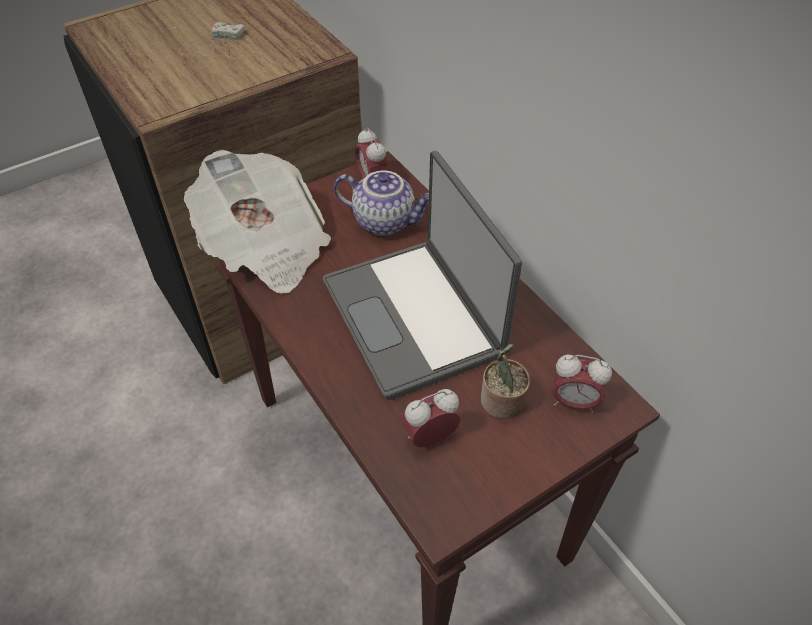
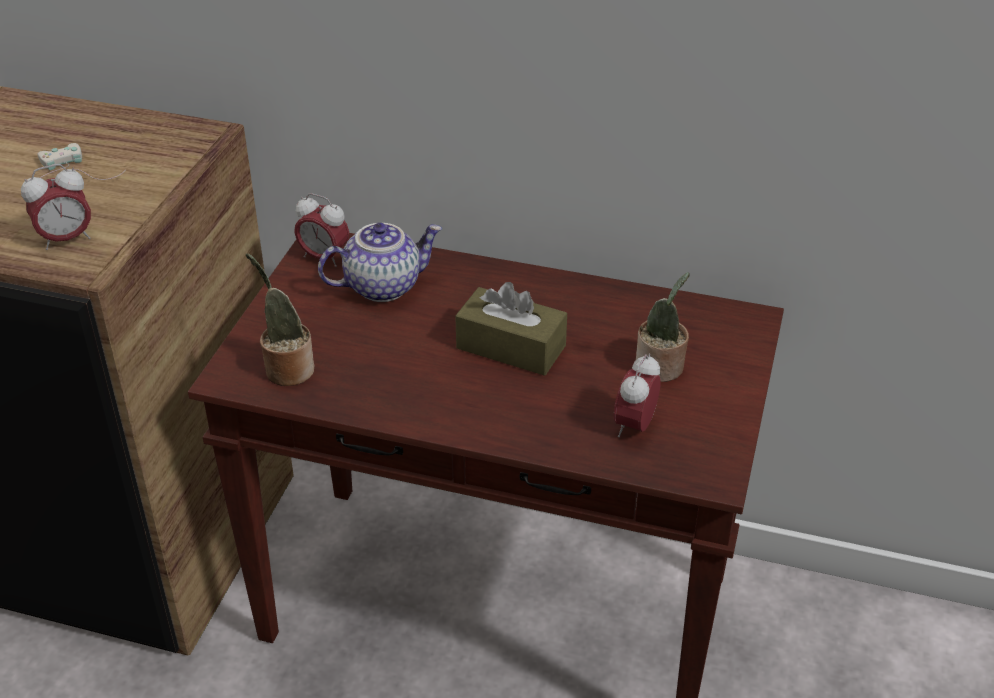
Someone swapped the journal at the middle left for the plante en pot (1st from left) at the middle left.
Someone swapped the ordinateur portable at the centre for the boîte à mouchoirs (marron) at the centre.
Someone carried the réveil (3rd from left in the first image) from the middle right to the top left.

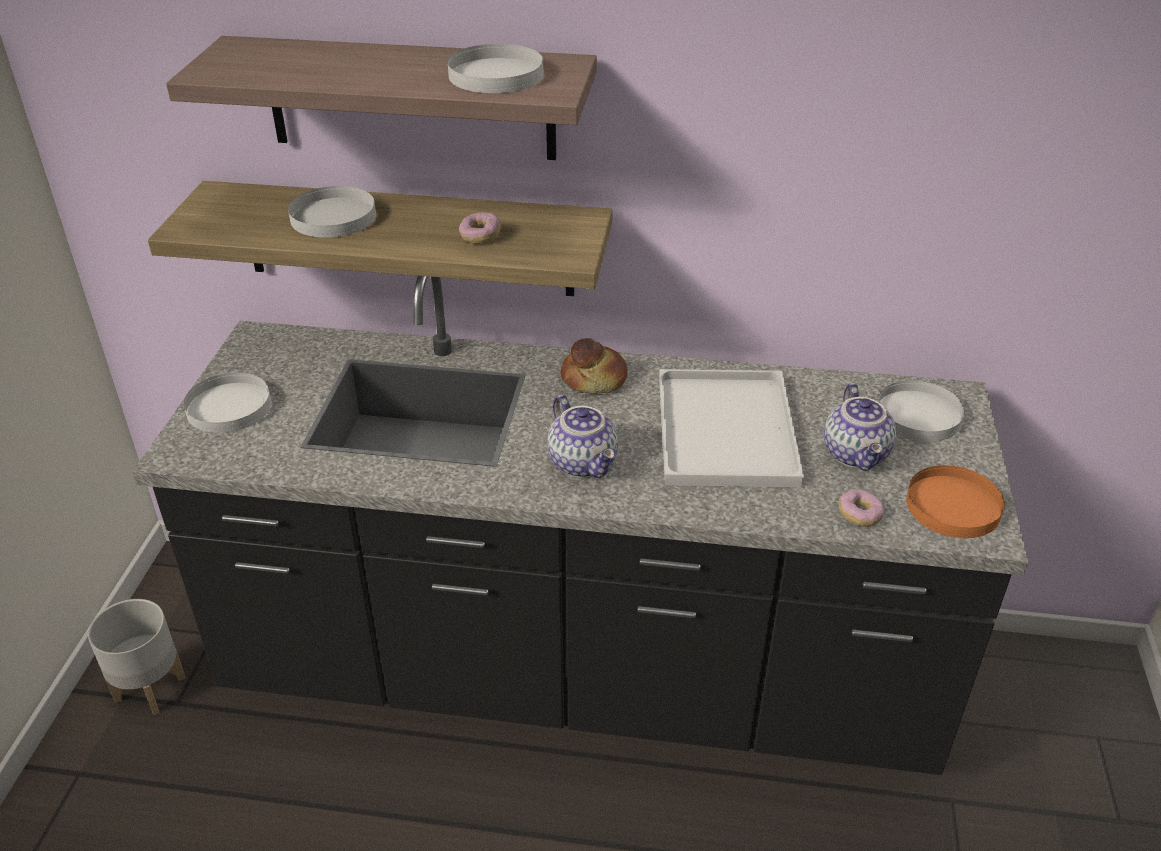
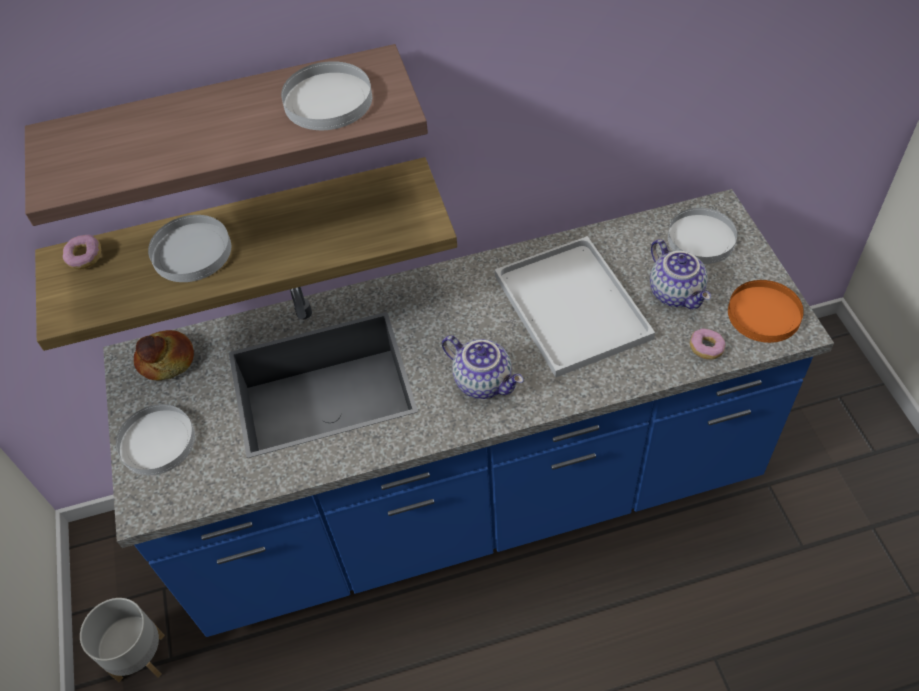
Someone carried the beignet (1st from left) from the top centre to the middle left.
Someone repainted the comptoir de cuisine (noir) at the centre, which became the comptoir de cuisine (bleu) at the centre.
Someone carried the pain from the centre to the middle left.

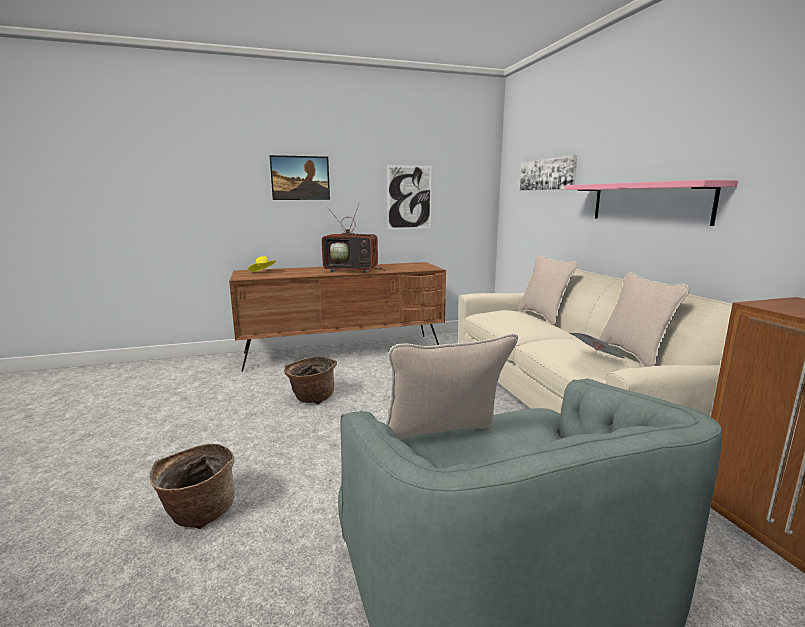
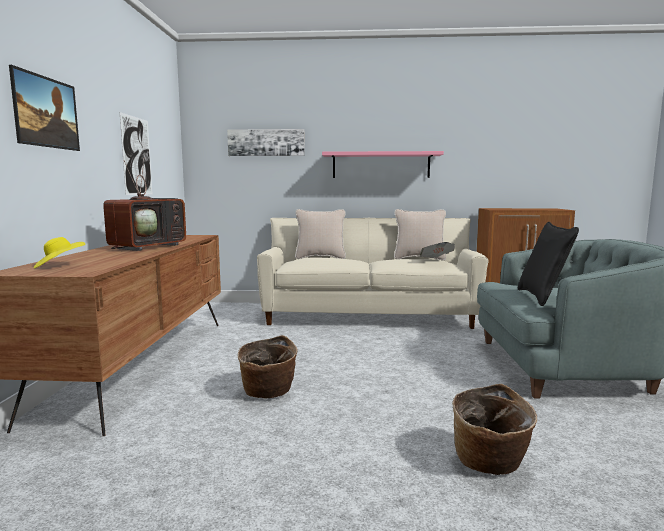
Someone repainted the coussin (beige) (1st from left) at the centre, which became the coussin (noir) at the middle right.

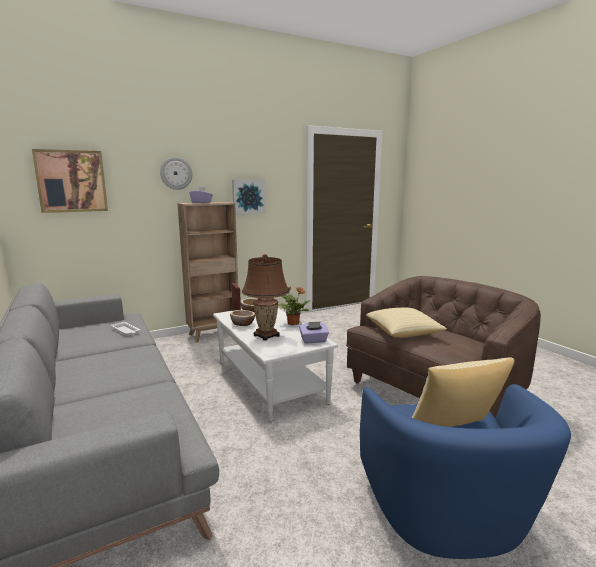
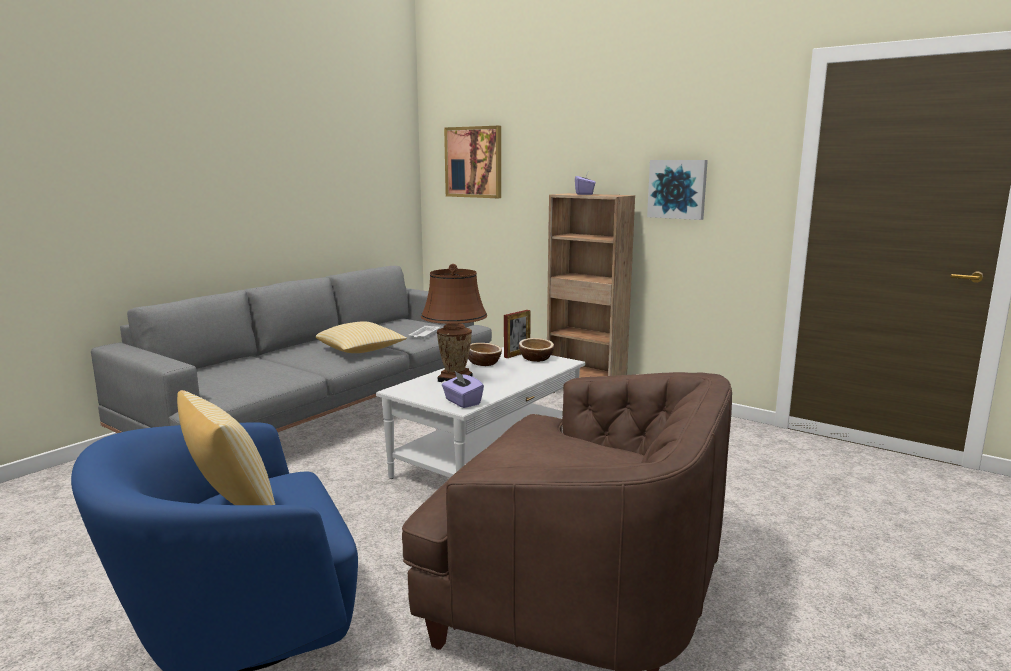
Someone took away the horloge murale at the top left.
Someone took away the plante en pot at the centre.
Someone carried the coussin (1st from left in the first image) from the middle right to the centre.

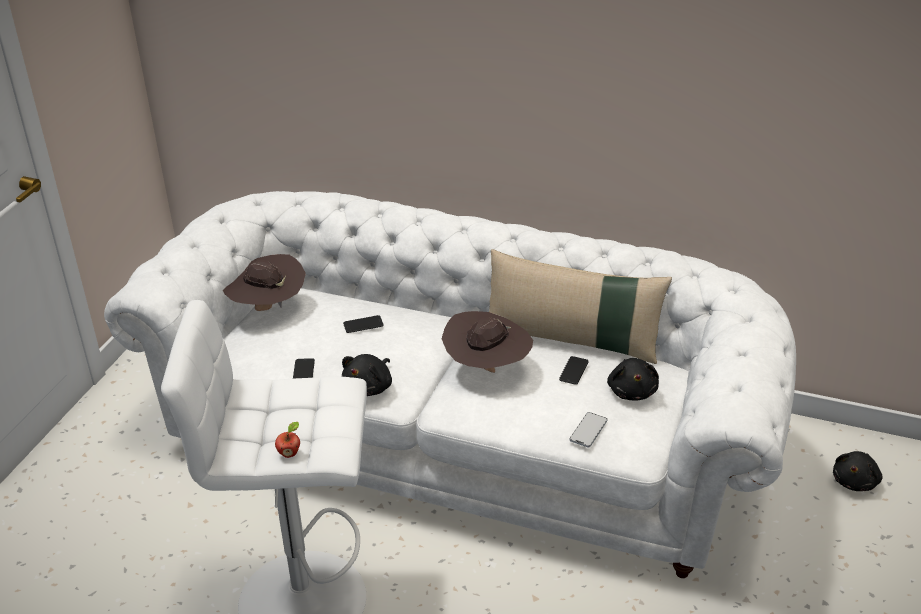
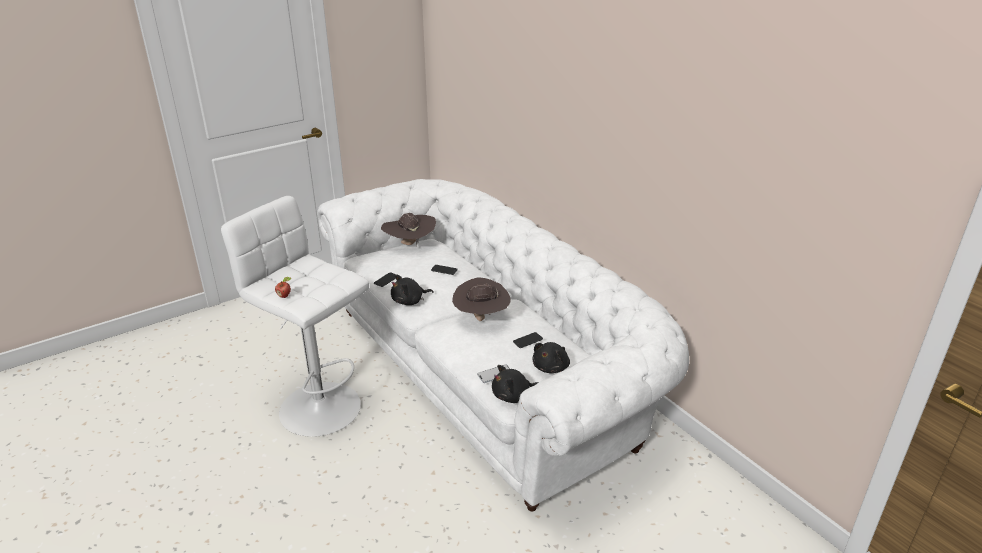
Someone took away the coussin (beige) at the centre.
Someone carried the peluche (noir) (3rd from left in the first image) from the bottom right to the bottom centre.

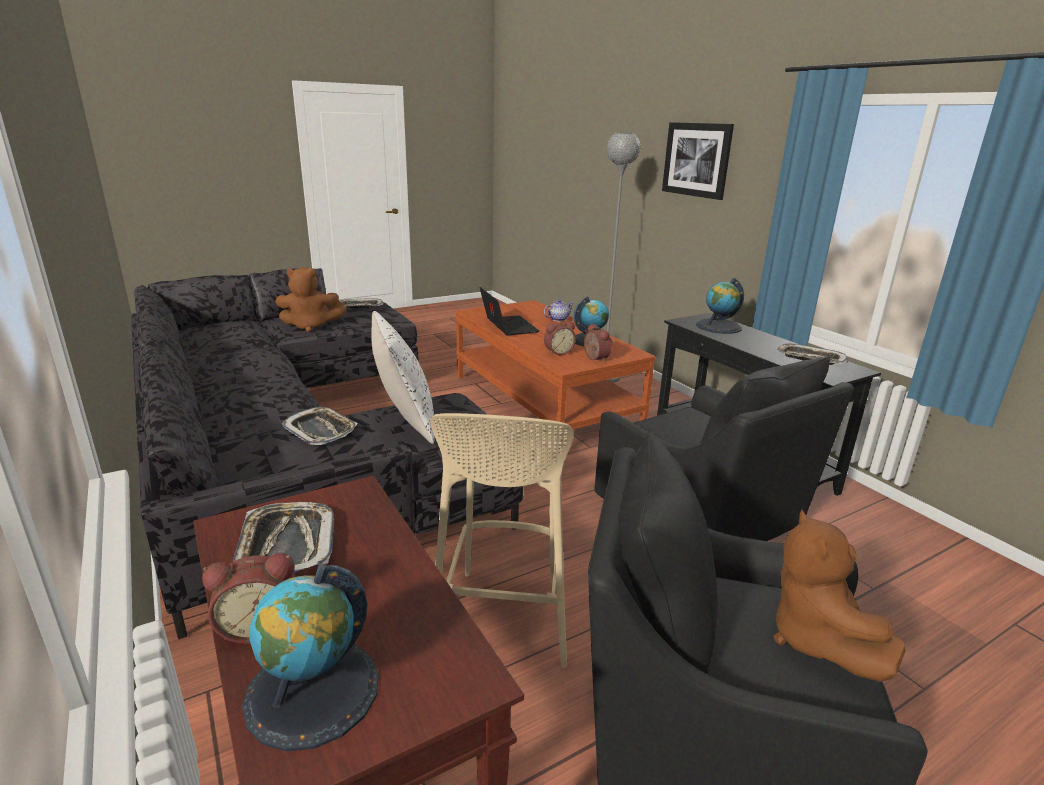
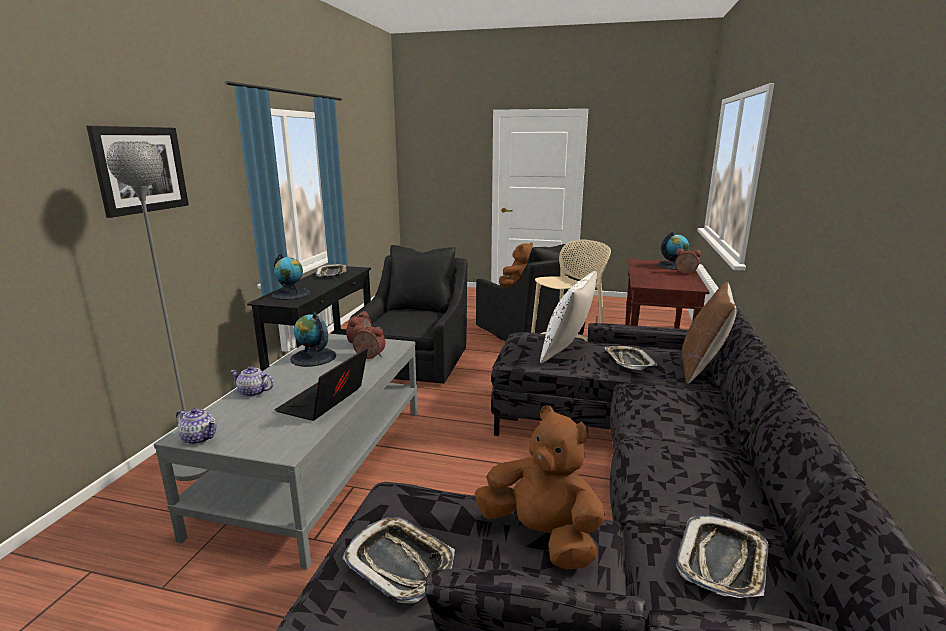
Someone repainted the table basse (marron) at the centre, which became the table basse (gris) at the bottom left.
Someone carried the plateau (1st from left in the first image) from the bottom left to the bottom right.
Someone put down the coussin (marron) at the middle right.
Someone put down the théière (1st from left) at the bottom left.

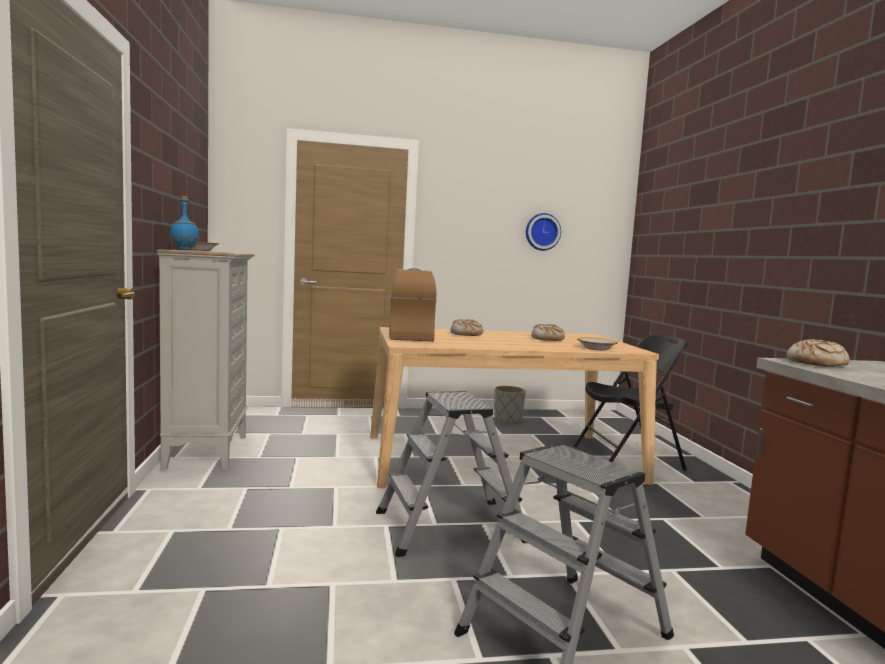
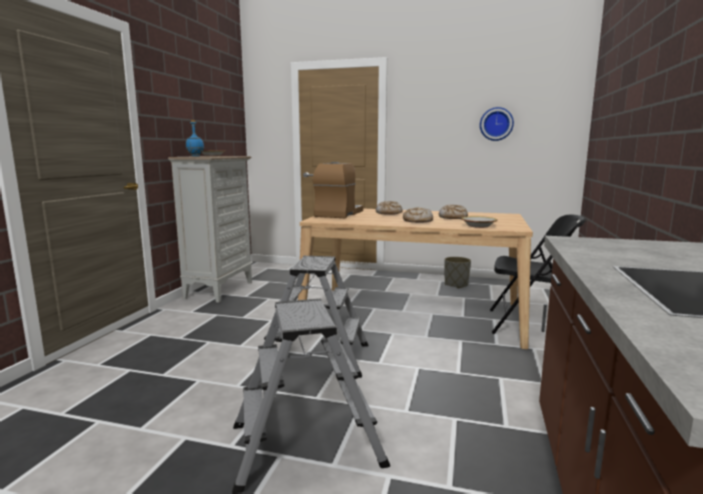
Someone carried the pain (3rd from left in the first image) from the middle right to the centre.

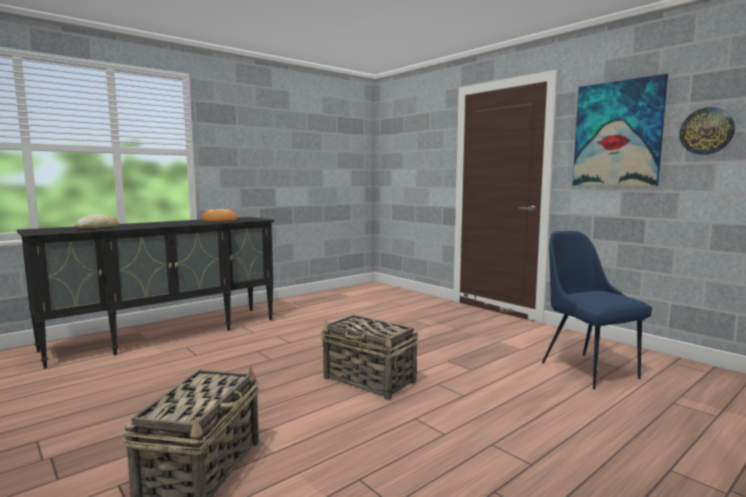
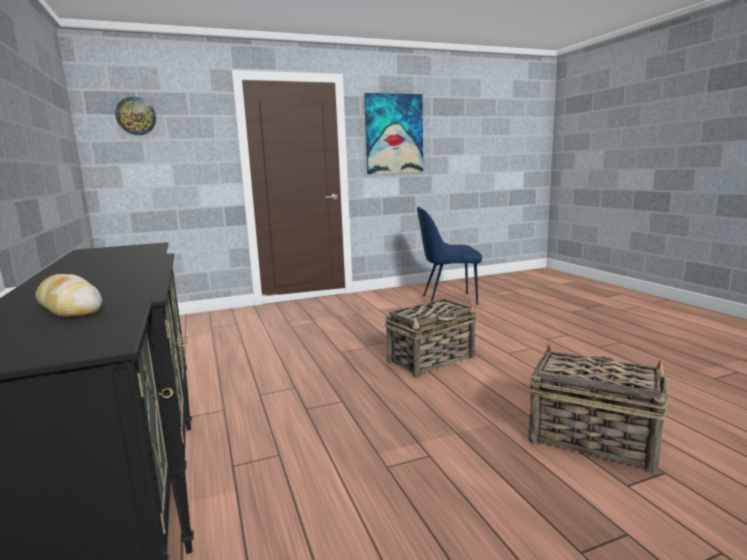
Someone carried the horloge murale from the top right to the top left.
Someone took away the pain (2nd from left) at the middle left.

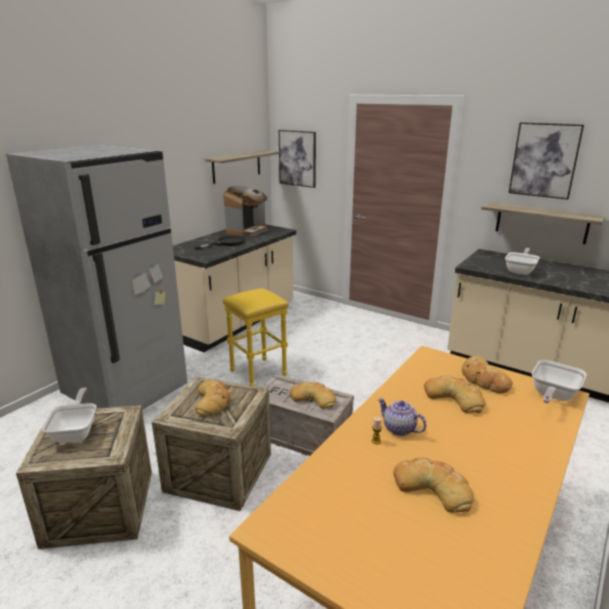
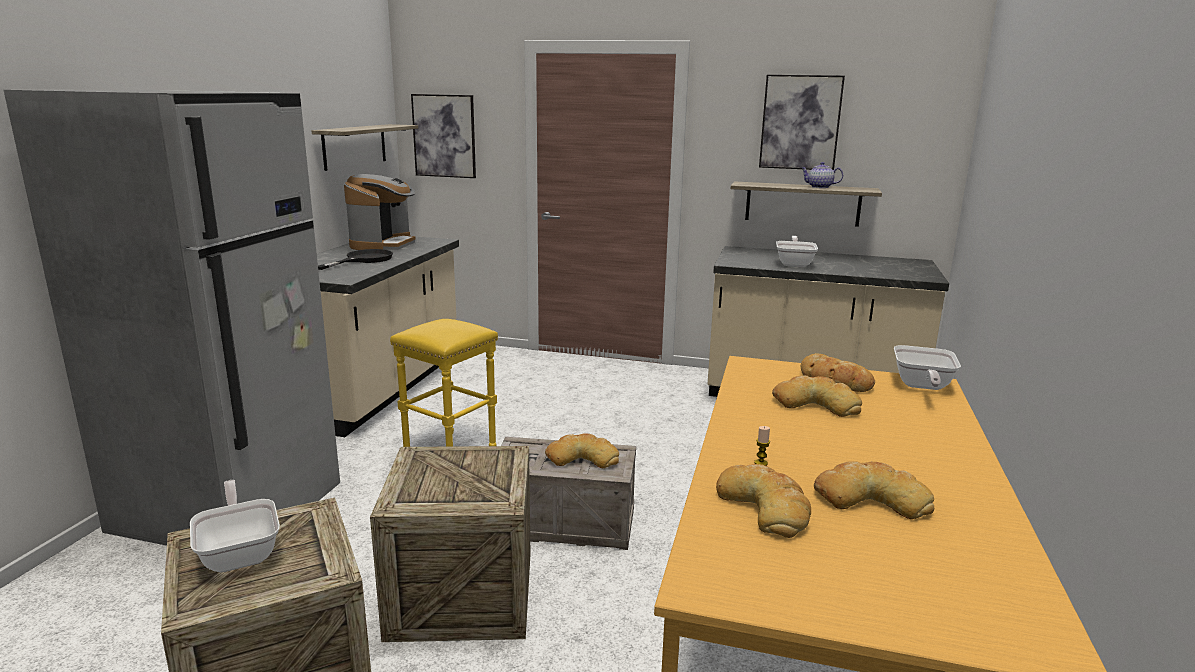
Someone carried the pain (1st from left in the first image) from the centre to the bottom centre.
Someone carried the théière from the bottom centre to the top right.

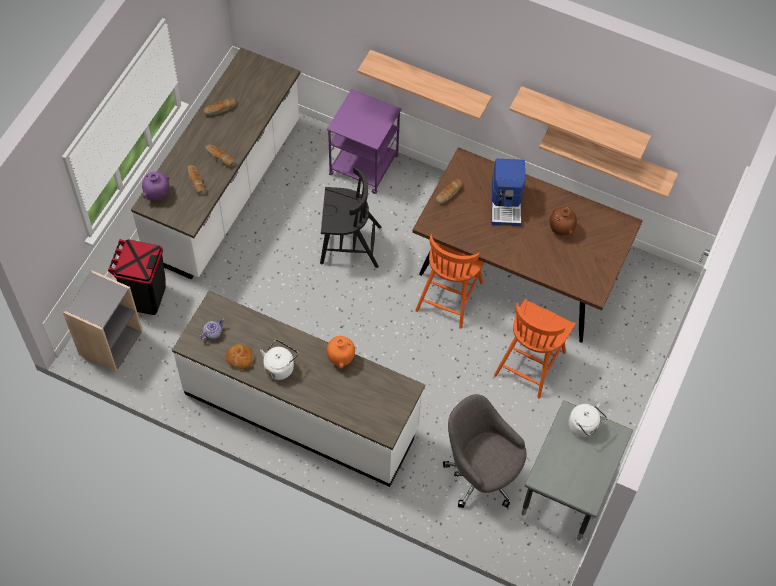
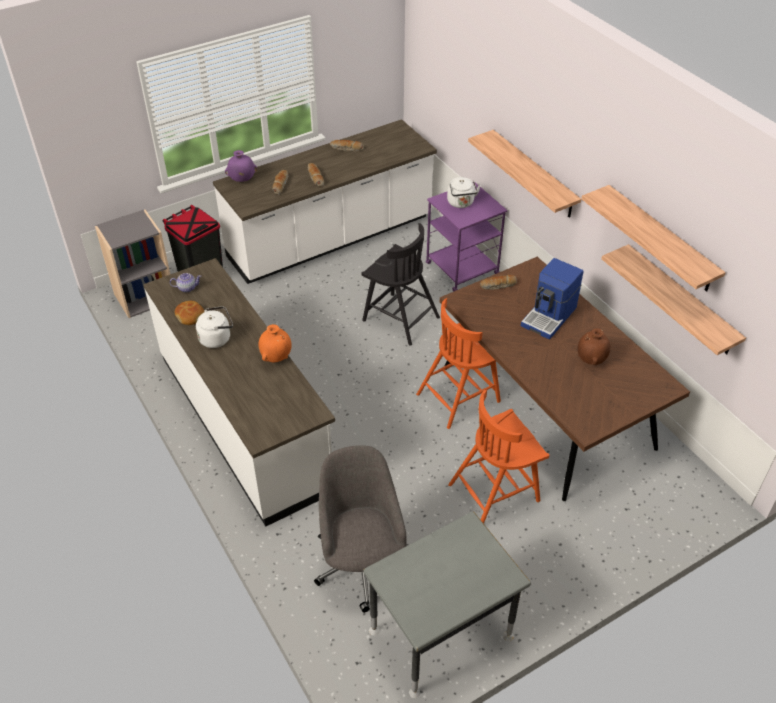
Someone carried the bouilloire (blanc) (2nd from left) from the bottom right to the top centre.

